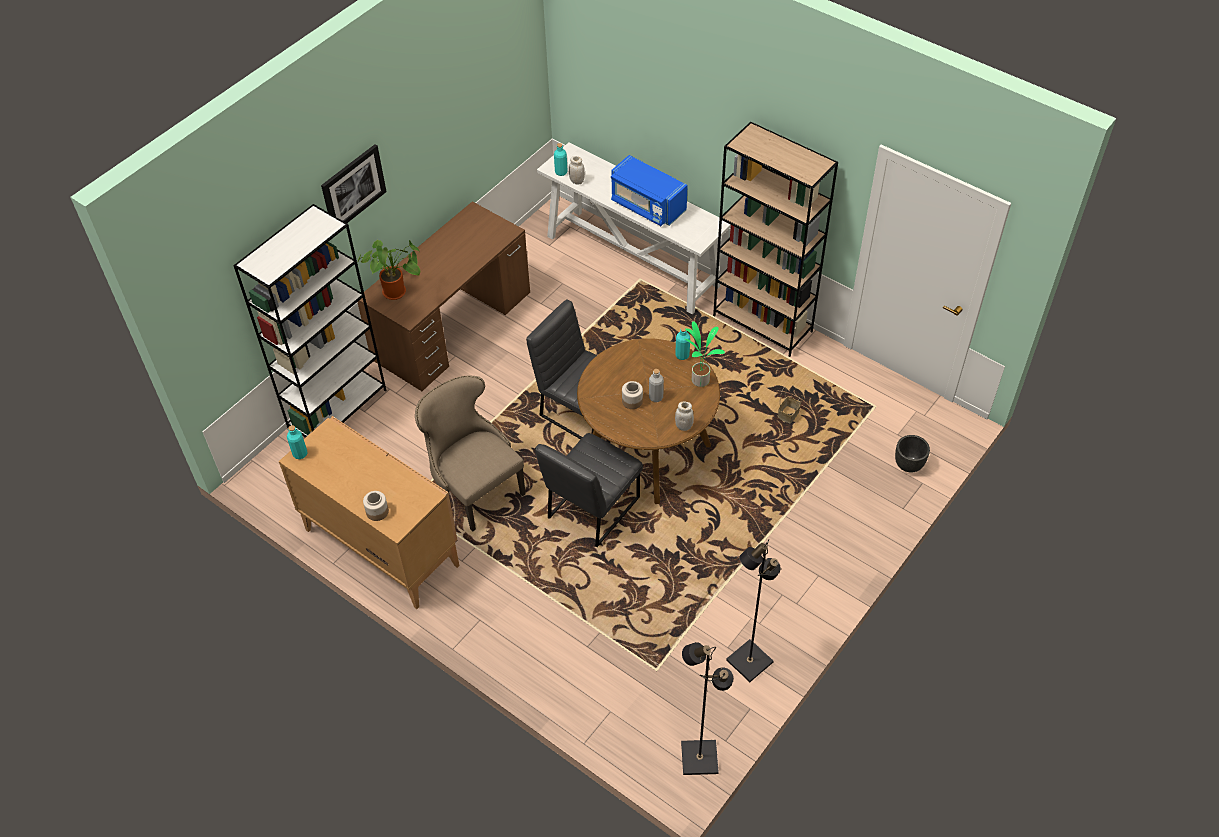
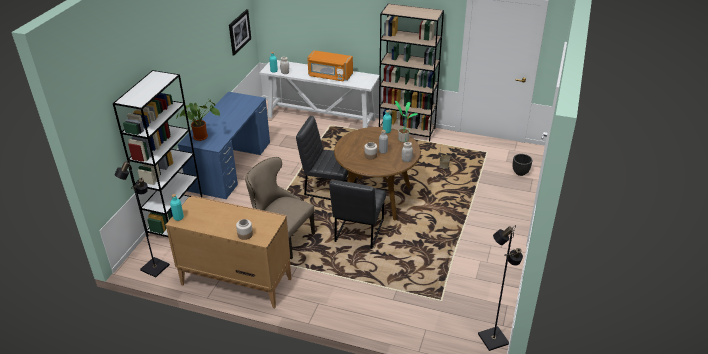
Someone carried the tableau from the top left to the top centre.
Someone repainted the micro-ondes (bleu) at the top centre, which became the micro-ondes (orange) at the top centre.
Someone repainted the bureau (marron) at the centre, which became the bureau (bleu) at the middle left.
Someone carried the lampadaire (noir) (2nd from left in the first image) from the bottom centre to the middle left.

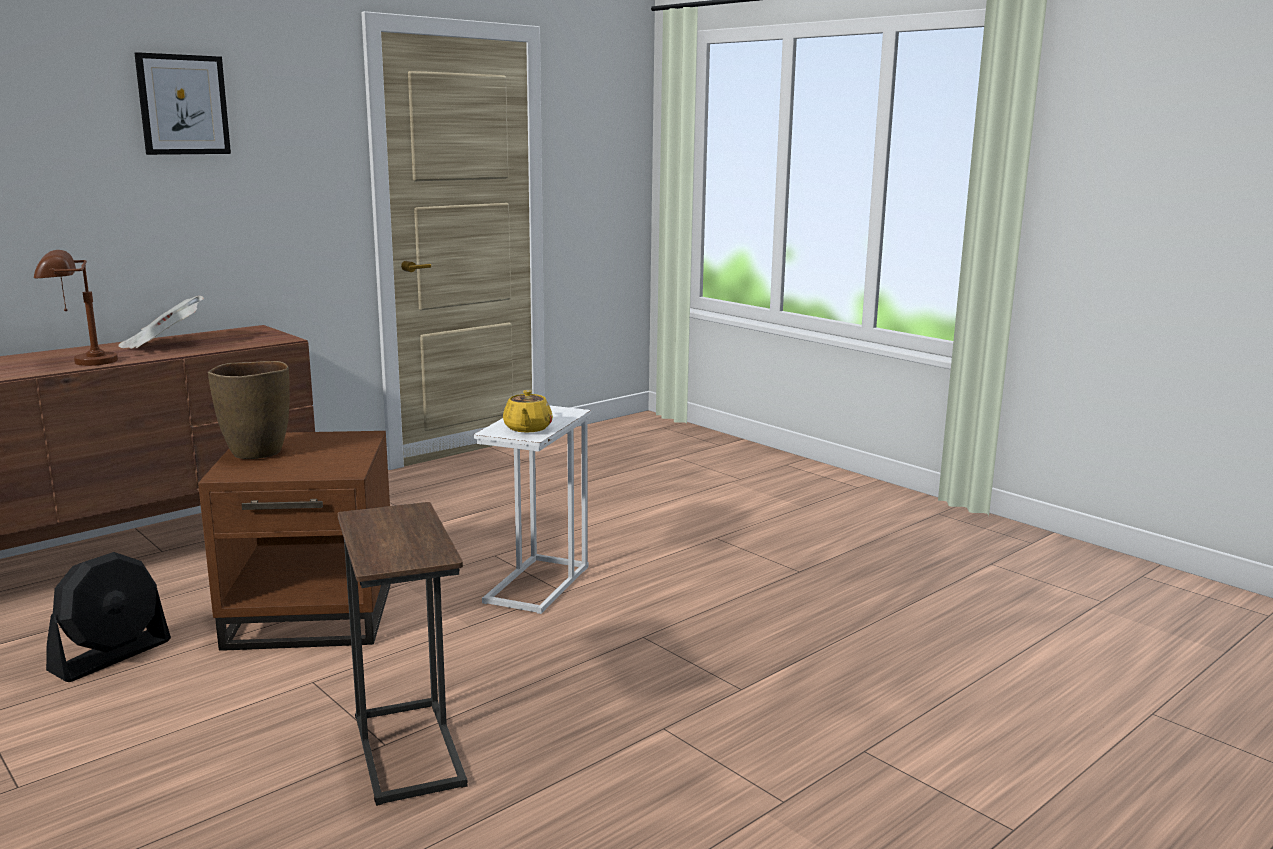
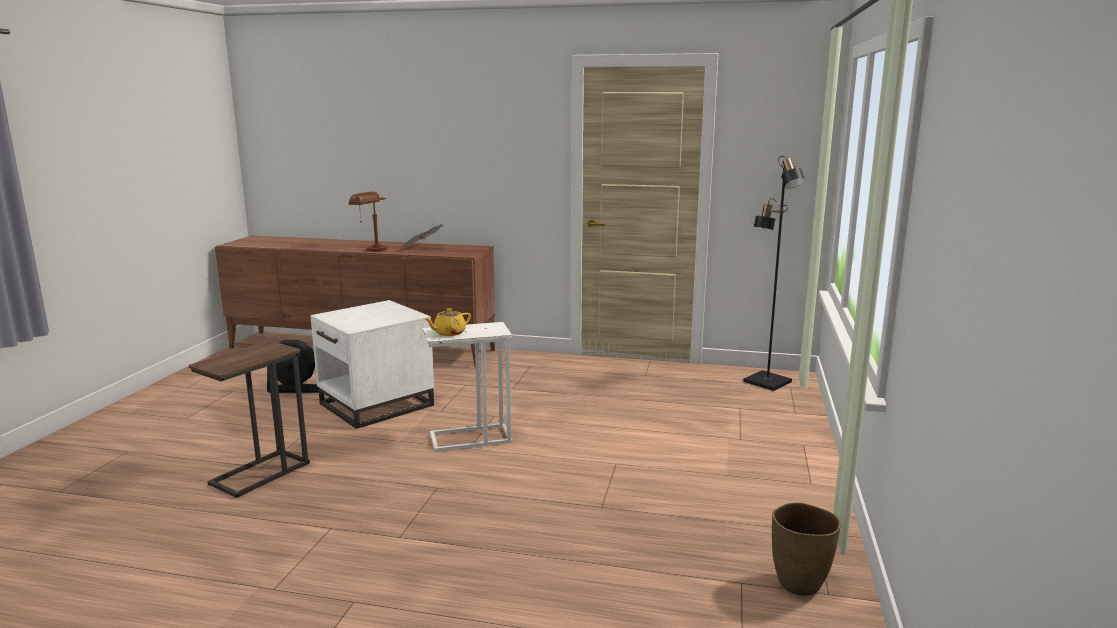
Someone took away the tableau at the top left.
Someone carried the vase (marron) from the middle left to the bottom right.
Someone repainted the table d'appoint (marron) (1st from left) at the middle left, which became the table d'appoint (blanc) (1st from left) at the middle left.
Someone put down the lampadaire (noir) at the middle right.

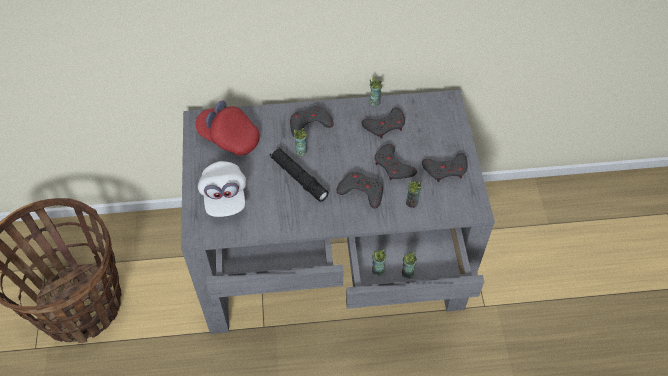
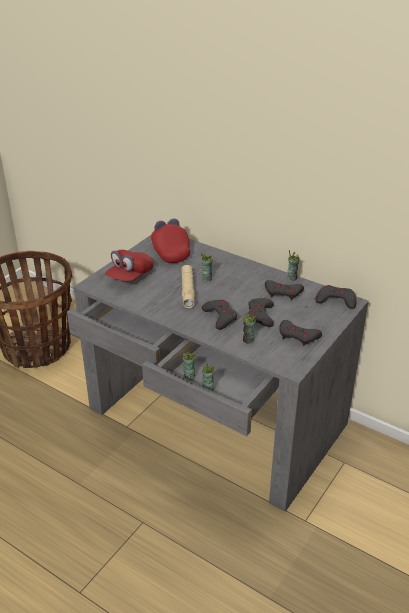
Someone carried the manette (gris) (1st from left in the first image) from the top centre to the middle right.
Someone repainted the lampe de poche (noir) at the centre, which became the lampe de poche (beige) at the centre.
Someone repainted the casquette (blanc) at the middle left, which became the casquette (rouge) (1st from left) at the middle left.

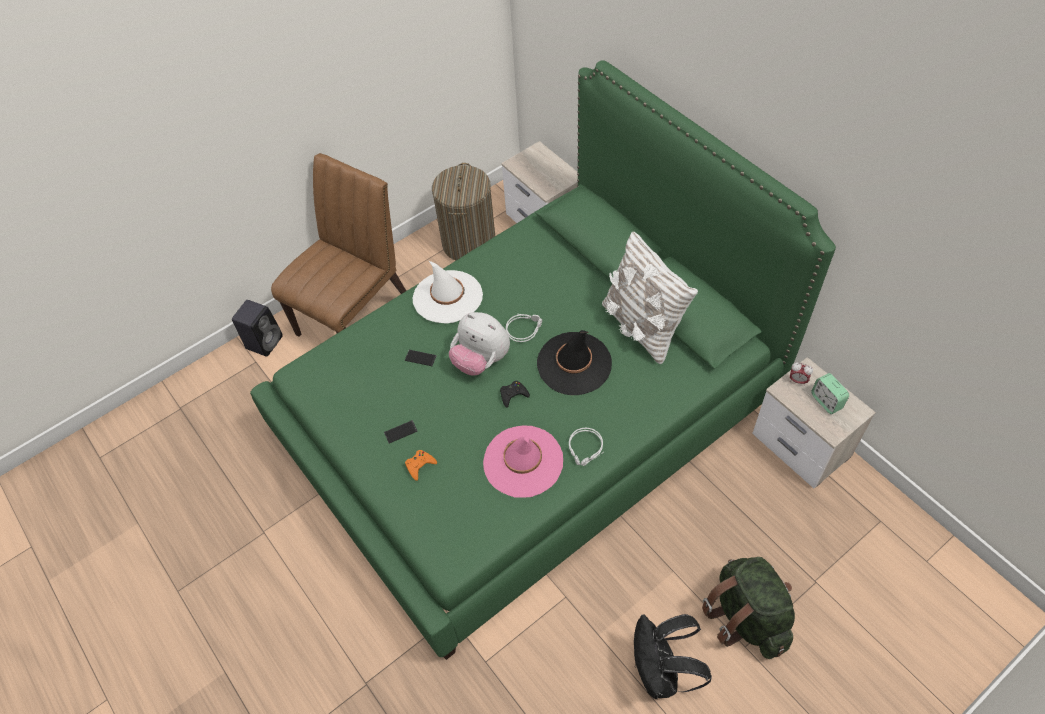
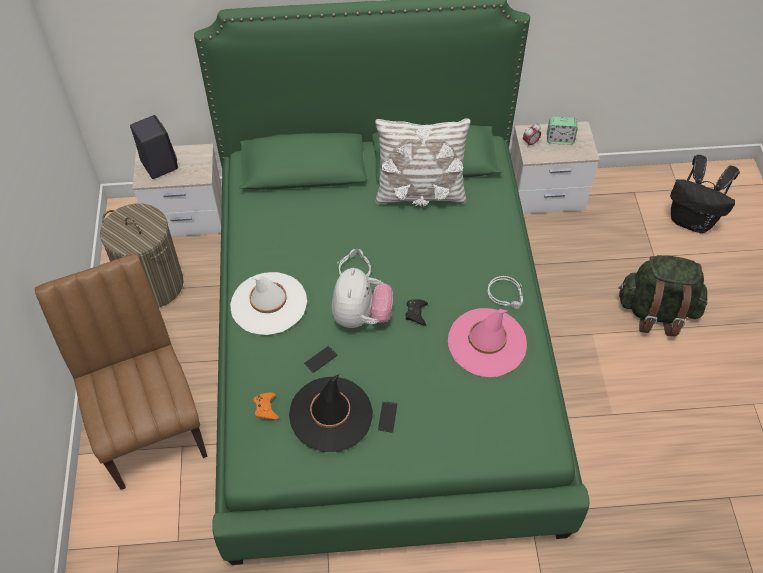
Someone carried the enceinte (noir) from the middle left to the top left.
Someone rotated the peluche at the centre by 60 degrees counterclockwise.
Someone carried the chapeau (noir) from the centre to the bottom centre.
Someone carried the manette (orange) from the centre to the bottom centre.
Someone carried the sac à dos (noir) from the bottom centre to the middle right.

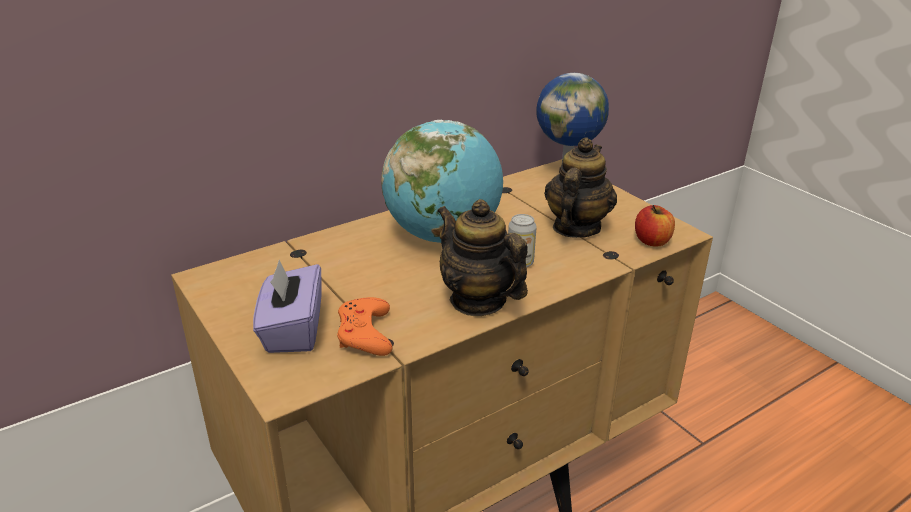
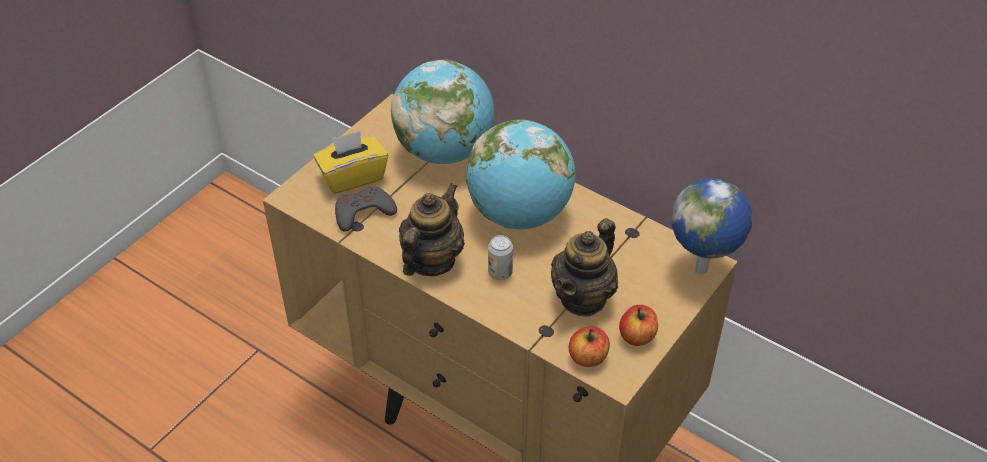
Someone rotated the théière (2nd from left) at the centre by 120 degrees clockwise.
Someone repainted the boîte à mouchoirs (violet) at the middle left, which became the boîte à mouchoirs (jaune) at the centre.
Someone repainted the manette (orange) at the centre, which became the manette (gris) at the centre.
Someone put down the globe (1st from left) at the top centre.
Someone put down the pomme (2nd from left) at the bottom centre.

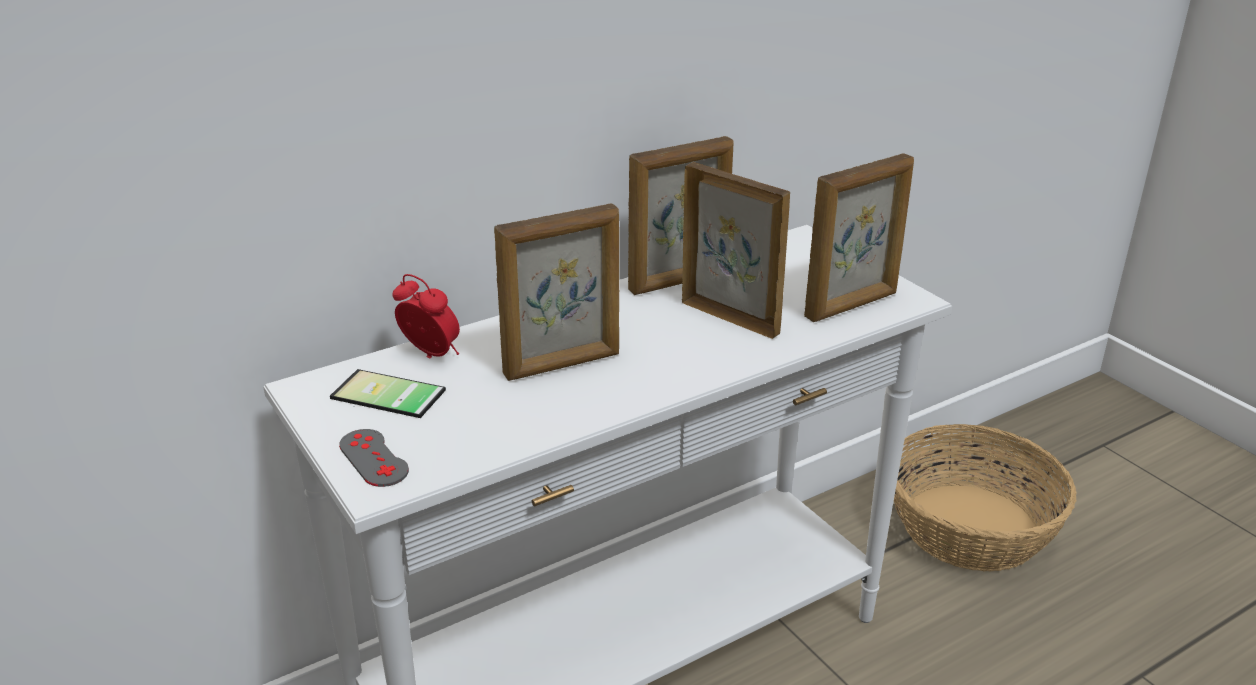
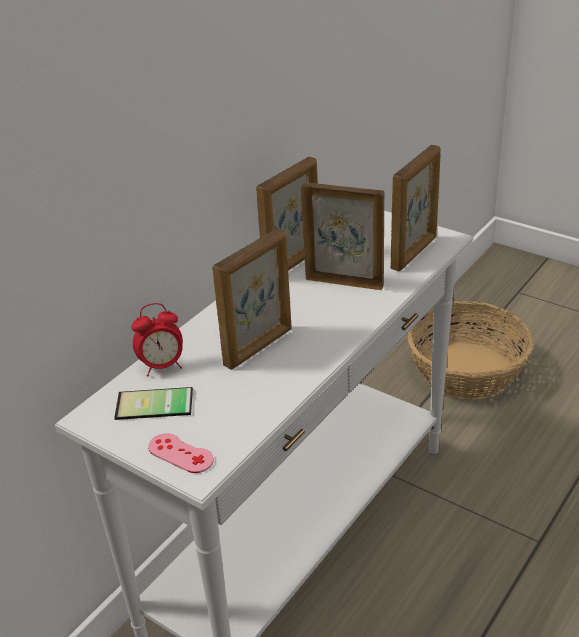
Someone rotated the réveil at the centre by 150 degrees clockwise.
Someone repainted the manette (gris) at the bottom left, which became the manette (rose) at the bottom left.

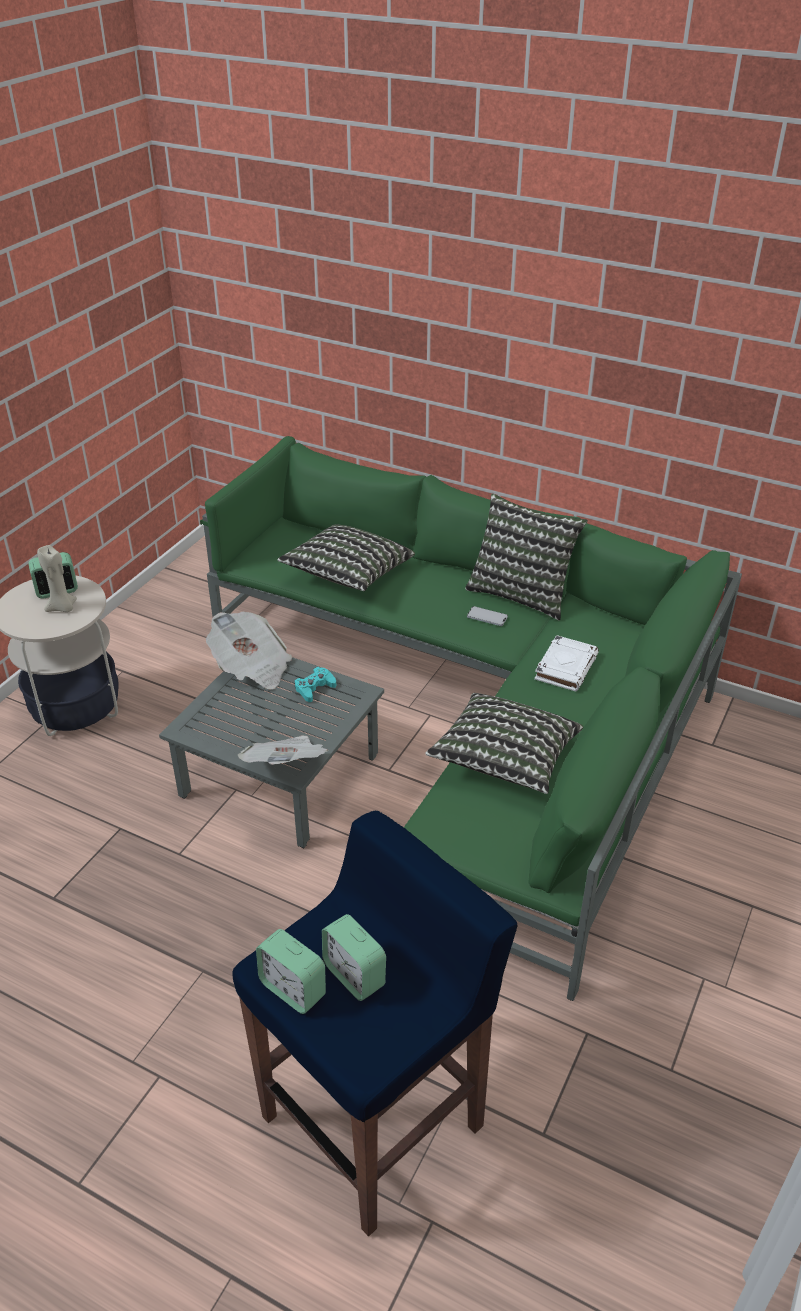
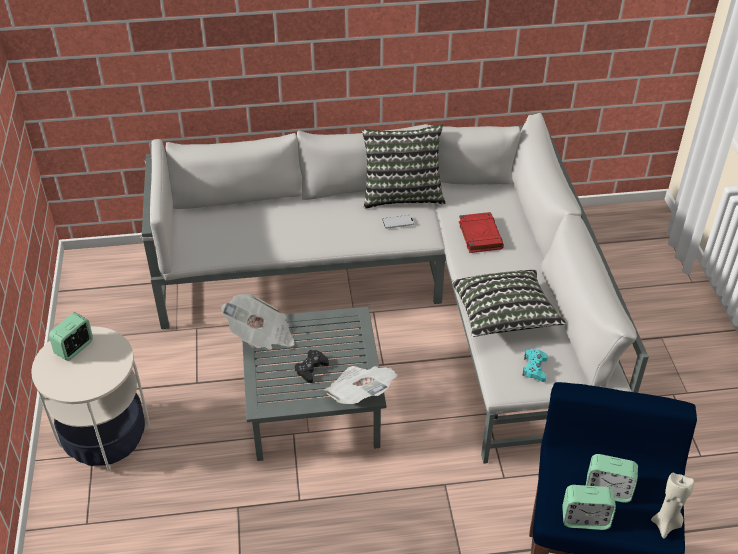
Someone repainted the canapé (vert) at the centre, which became the canapé (blanc) at the centre.
Someone took away the coussin (1st from left) at the centre.
Someone carried the bougie (beige) from the middle left to the bottom right.
Someone repainted the livre (blanc) at the middle right, which became the livre (rouge) at the centre.
Someone carried the manette (turquoise) from the centre to the middle right.
Someone put down the manette (noir) at the centre.

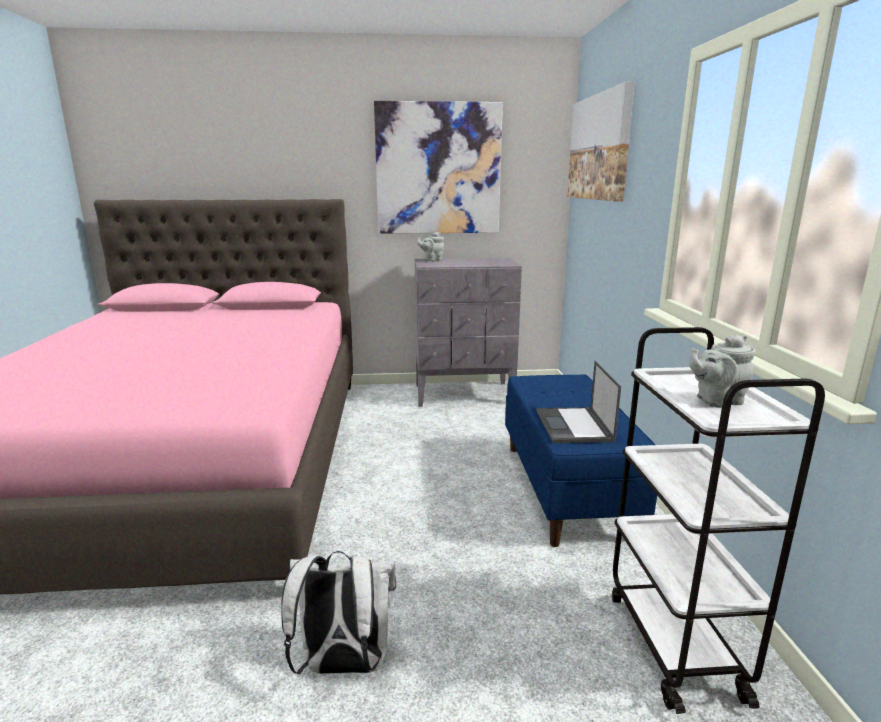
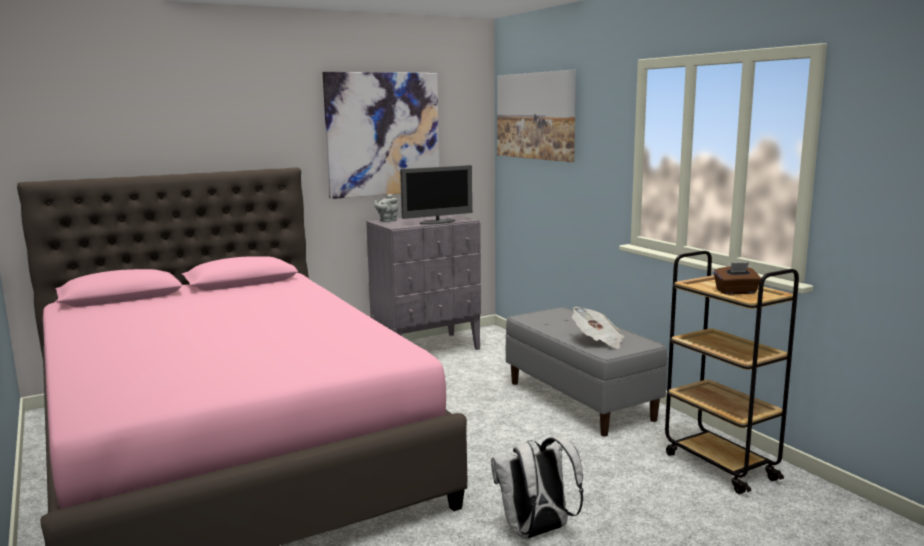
Someone repainted the chariot (blanc) at the bottom right, which became the chariot (marron) at the bottom right.
Someone swapped the théière (gris) (2nd from left) at the middle right for the boîte à mouchoirs (marron) at the middle right.
Someone swapped the ordinateur portable at the centre for the journal at the centre.
Someone repainted the banc (bleu) at the centre, which became the banc (gris) at the bottom centre.
Someone put down the écran d'ordinateur at the centre.

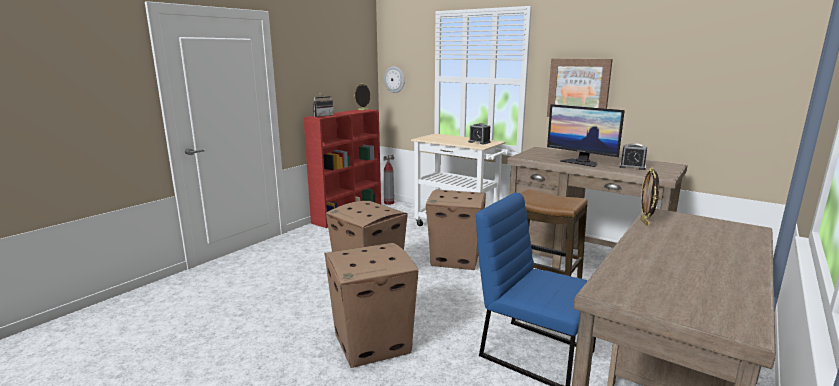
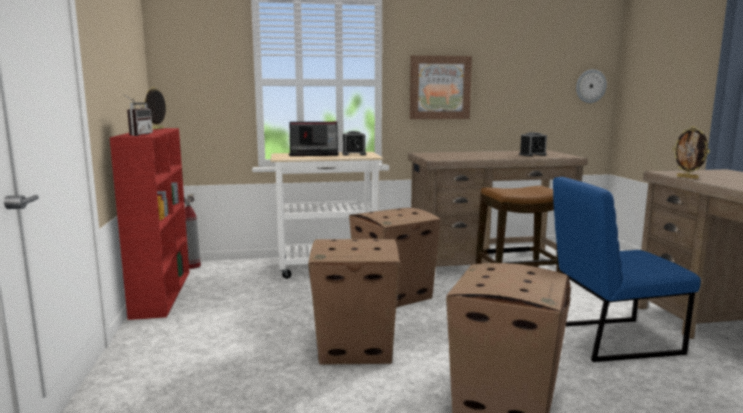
Someone carried the horloge murale from the top centre to the top right.
Someone took away the écran d'ordinateur at the middle right.
Someone put down the ordinateur portable at the centre.

